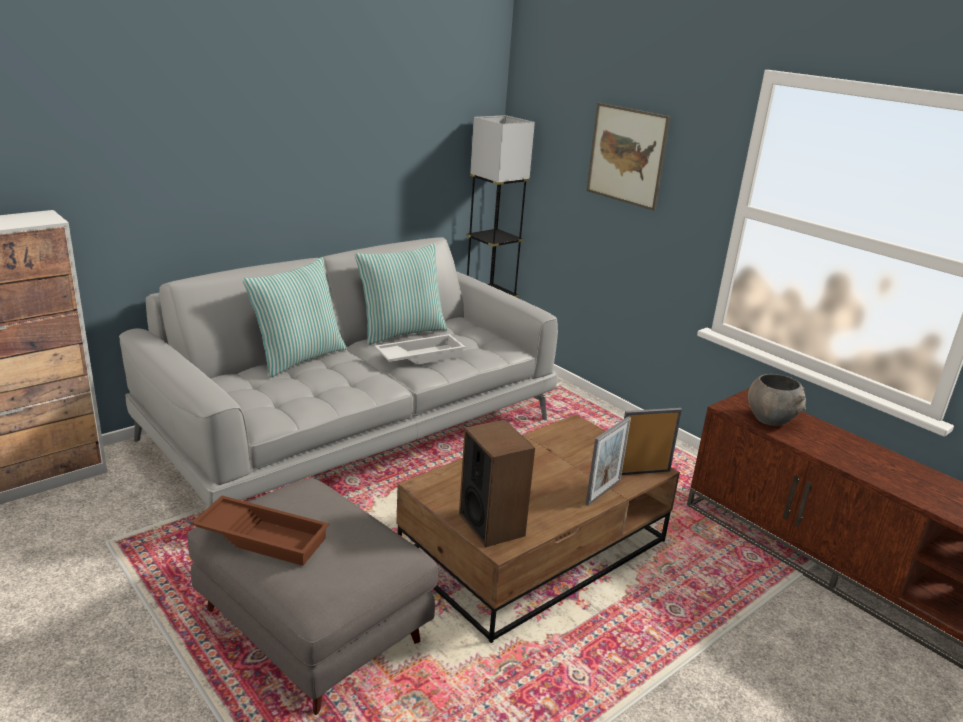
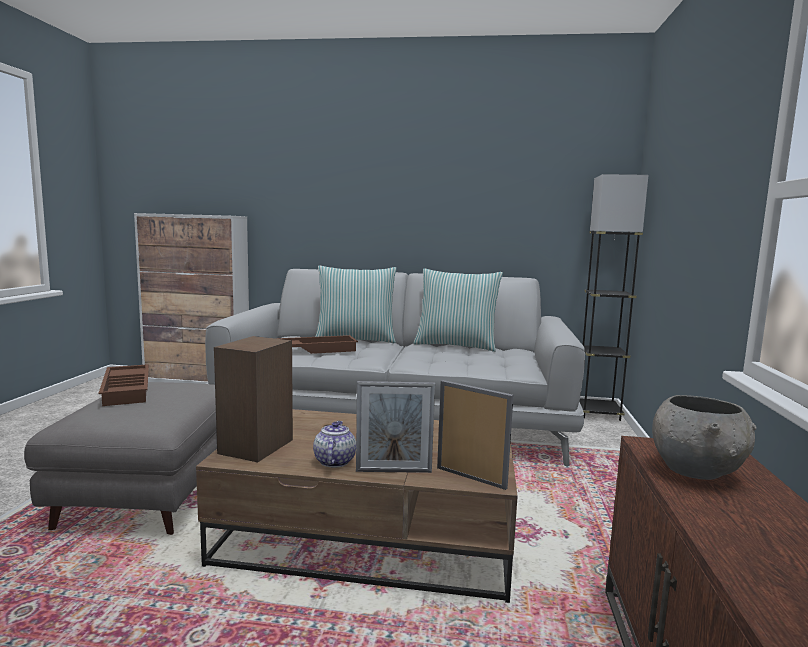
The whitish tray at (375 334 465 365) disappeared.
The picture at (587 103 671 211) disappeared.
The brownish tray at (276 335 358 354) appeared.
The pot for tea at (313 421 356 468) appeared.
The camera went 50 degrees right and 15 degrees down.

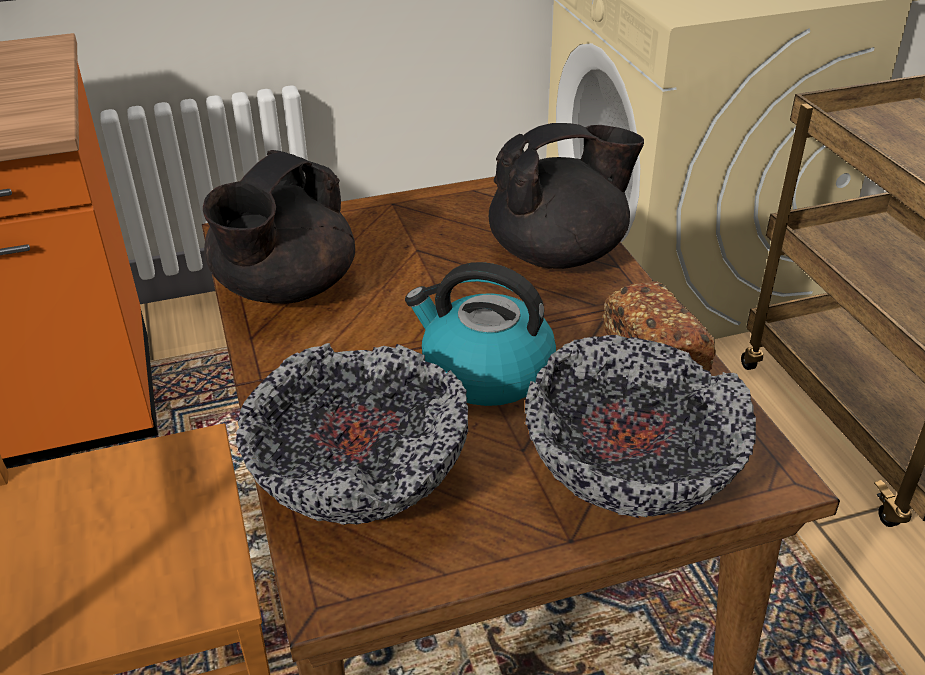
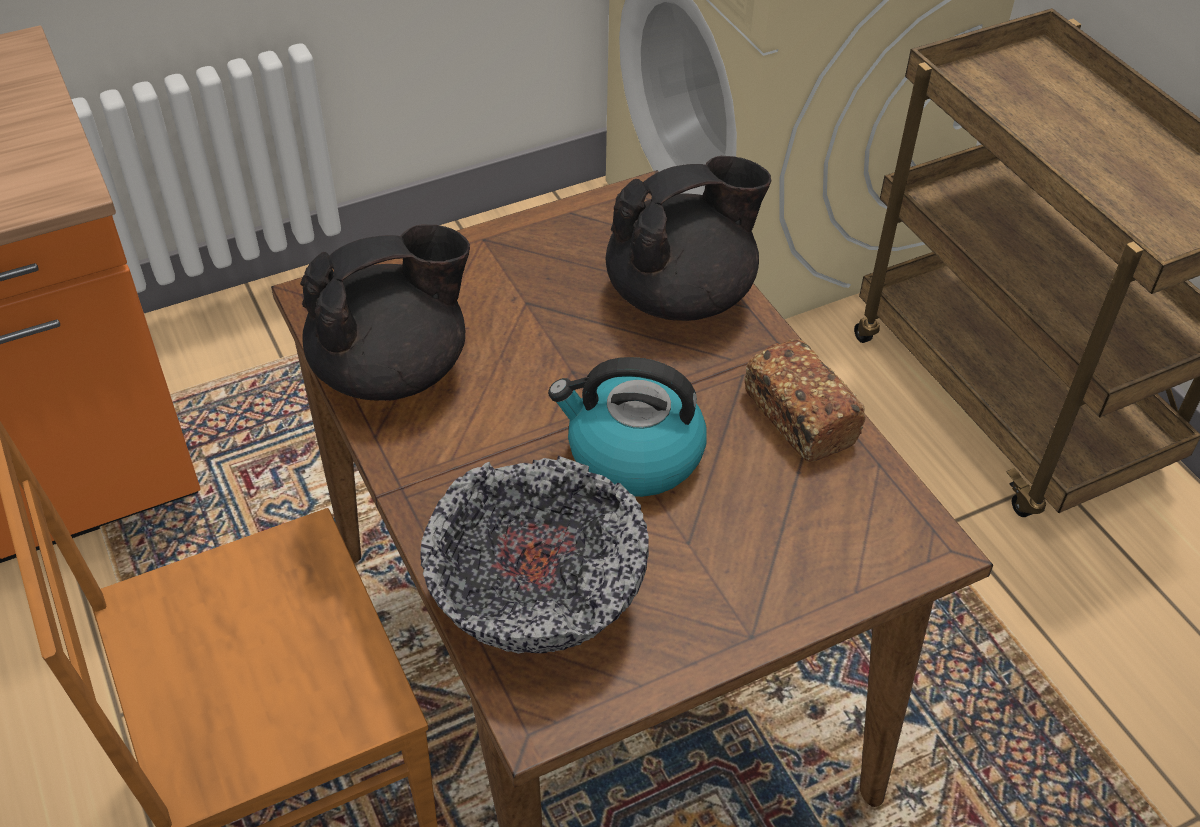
The blackish pot for tea at (203 150 355 304) turned 135 degrees counterclockwise.
The bowl at (525 335 756 518) disappeared.
The camera went 10 degrees left and 10 degrees up.

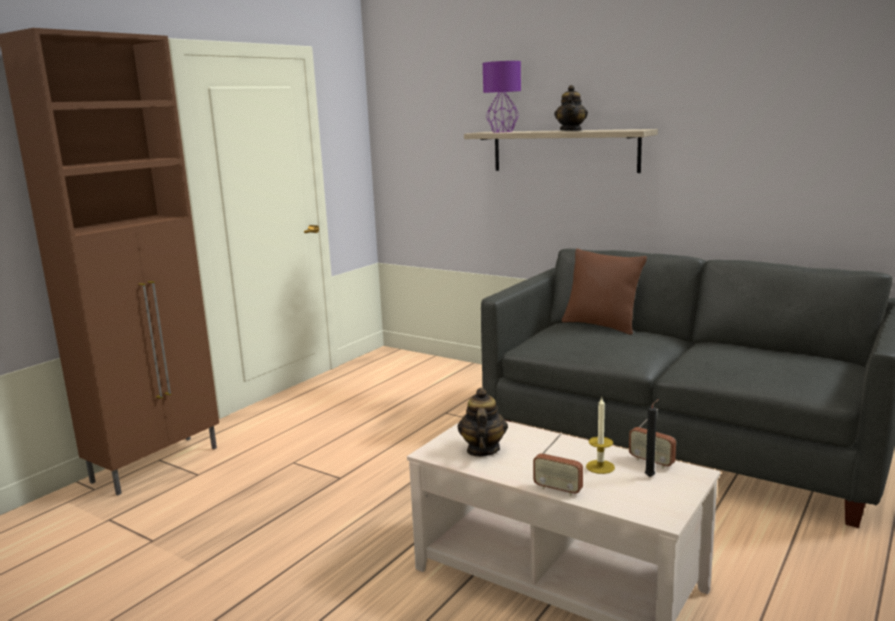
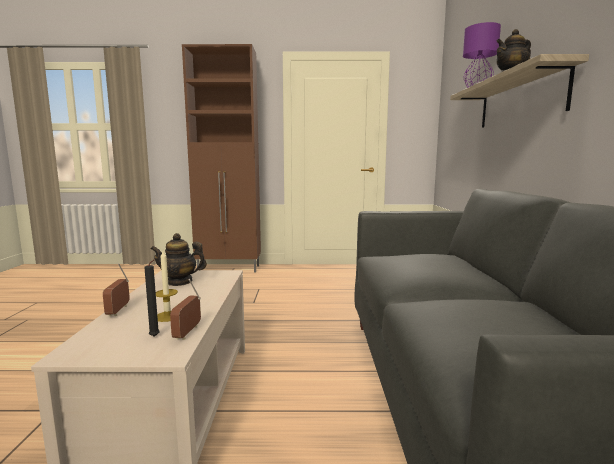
The pot for tea at (458 387 508 457) turned 150 degrees counterclockwise.
The brownish pillow at (562 249 647 335) disappeared.
The camera went 55 degrees right and 5 degrees down.

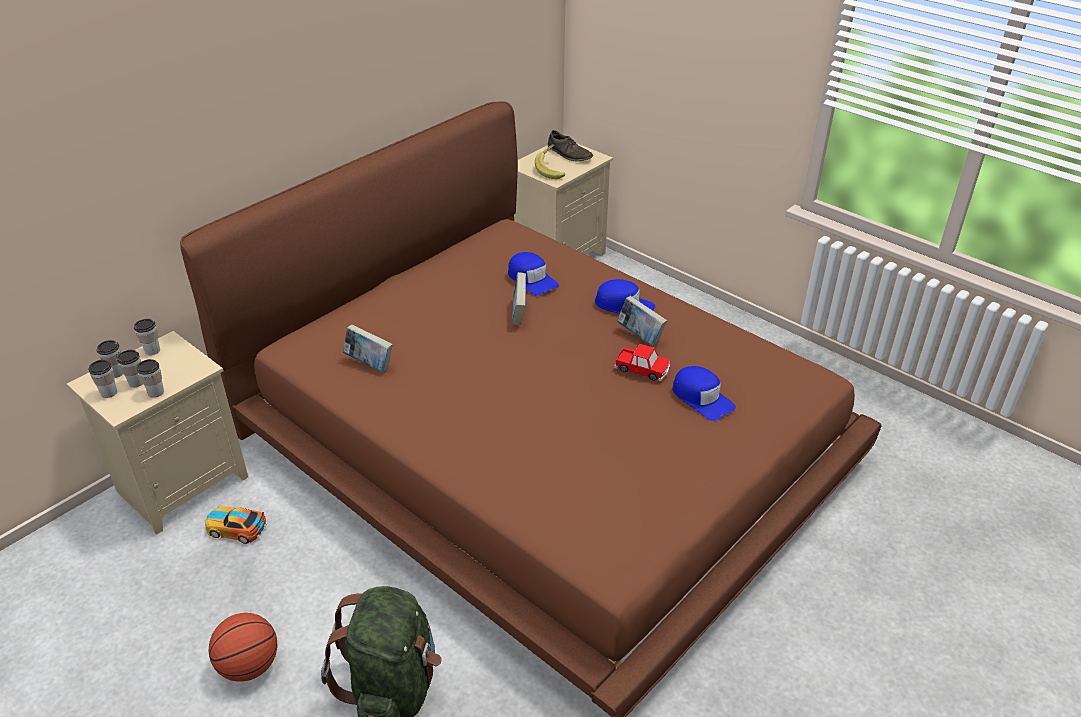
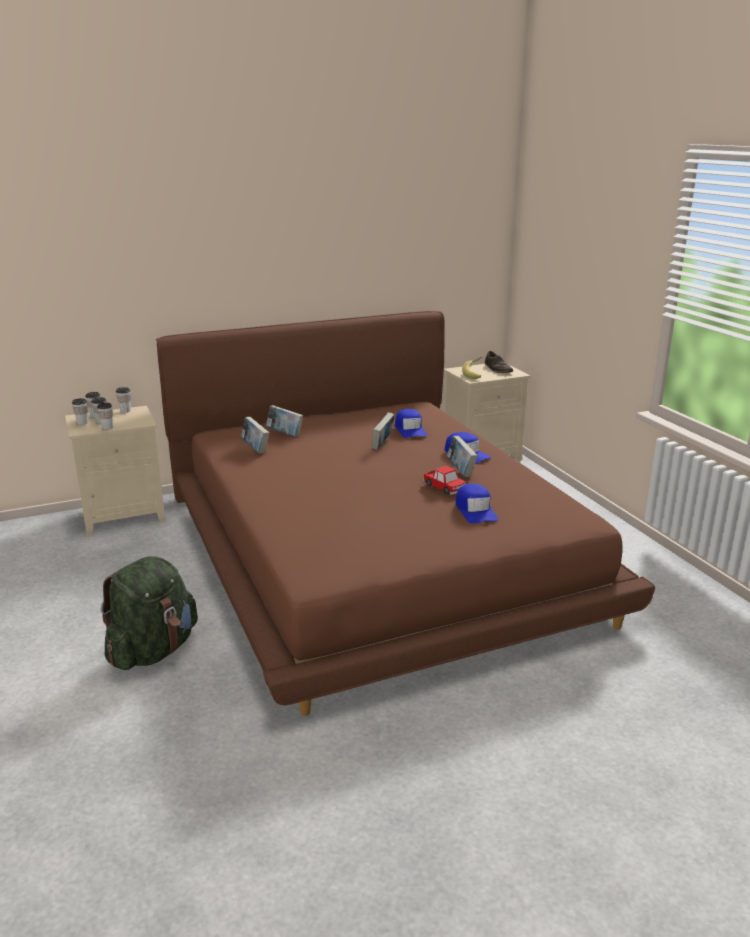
The model car at (205 507 267 544) disappeared.
The ball for basketball at (209 613 277 682) disappeared.
The book at (266 405 303 437) appeared.
The camera went 25 degrees right and 15 degrees down.

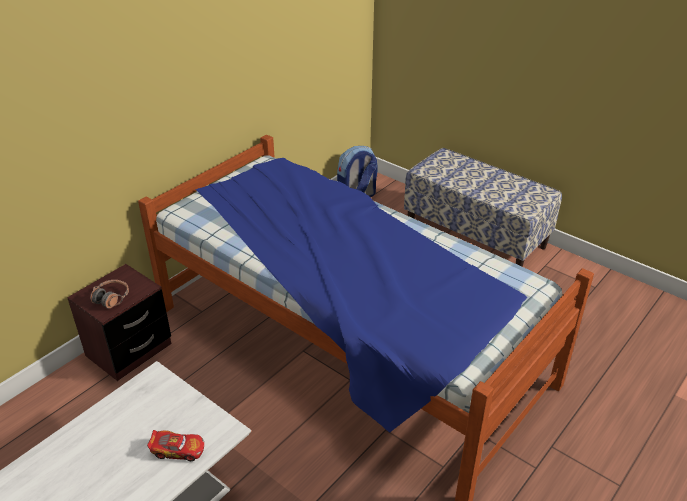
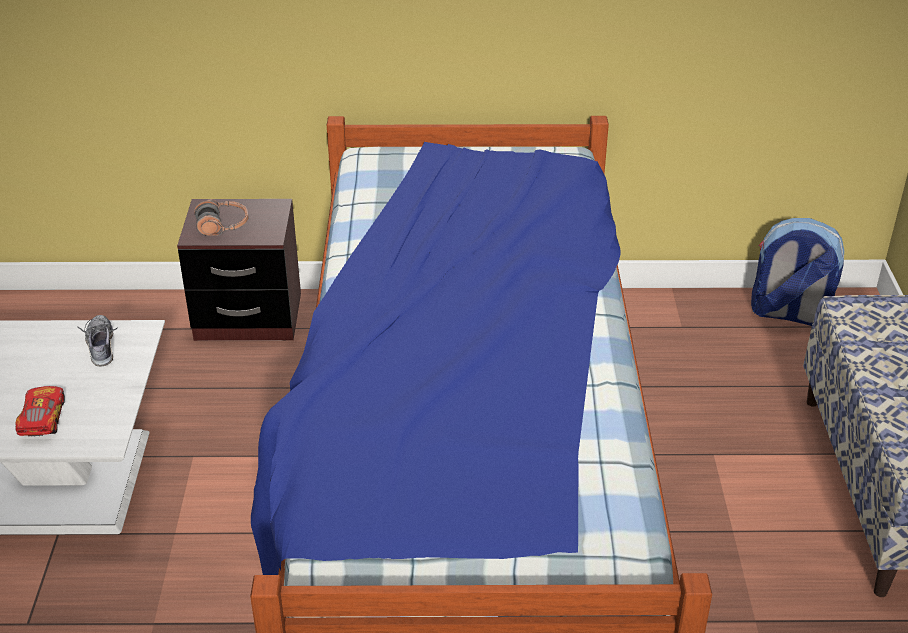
The model car at (147 430 204 461) turned 150 degrees counterclockwise.
The shoe at (78 315 118 366) appeared.
The camera went 50 degrees right and 0 degrees up.

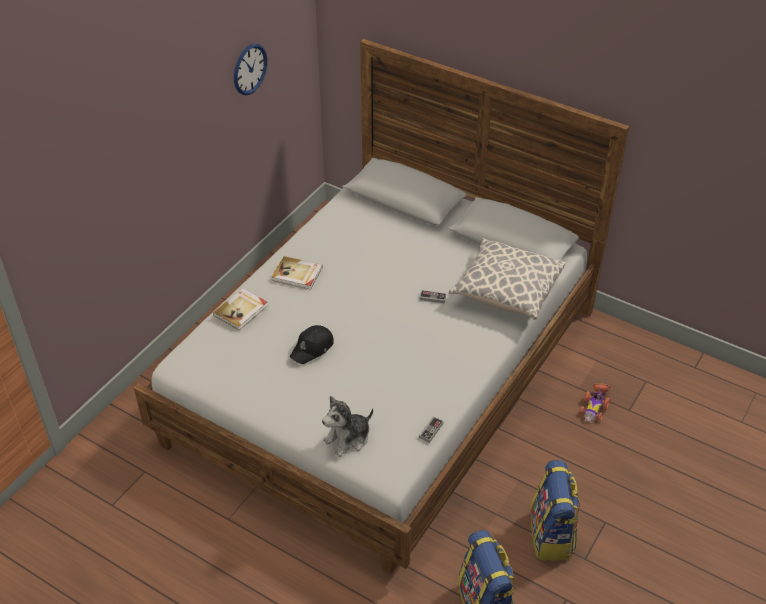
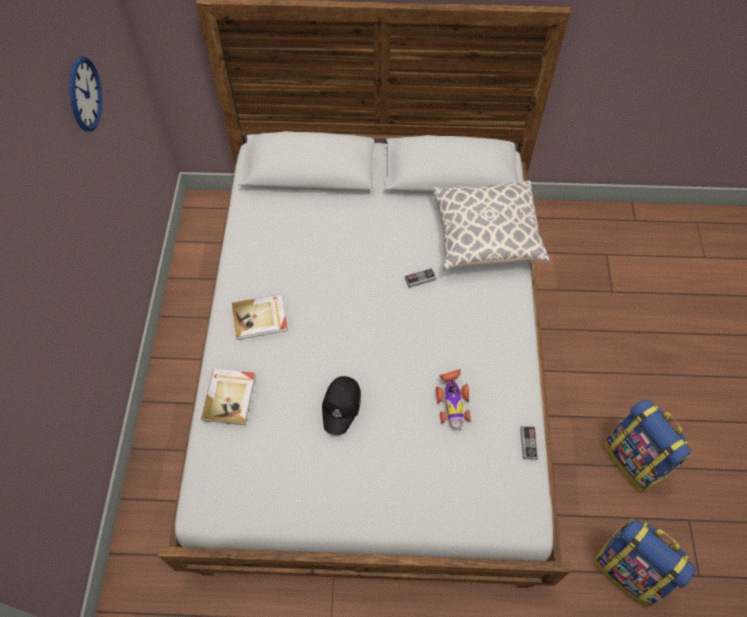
The plush toy at (322 396 373 457) disappeared.
The model car moved from (579 383 611 423) to (436 369 471 431).
The camera went 30 degrees left and 15 degrees up.

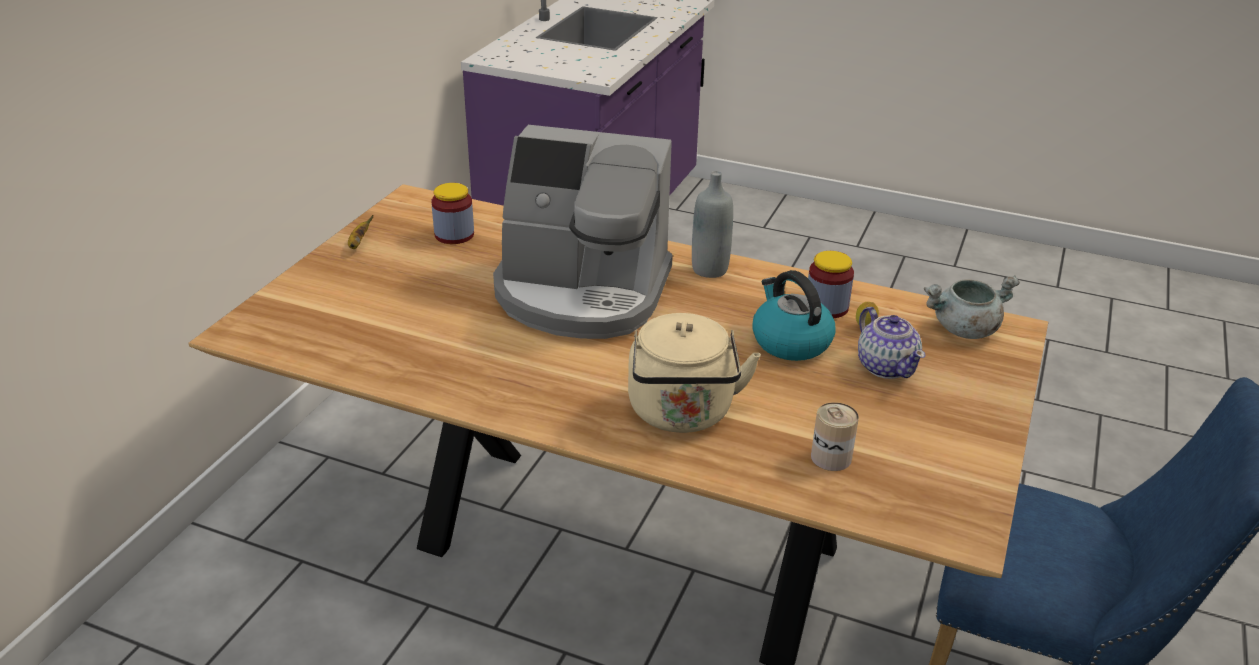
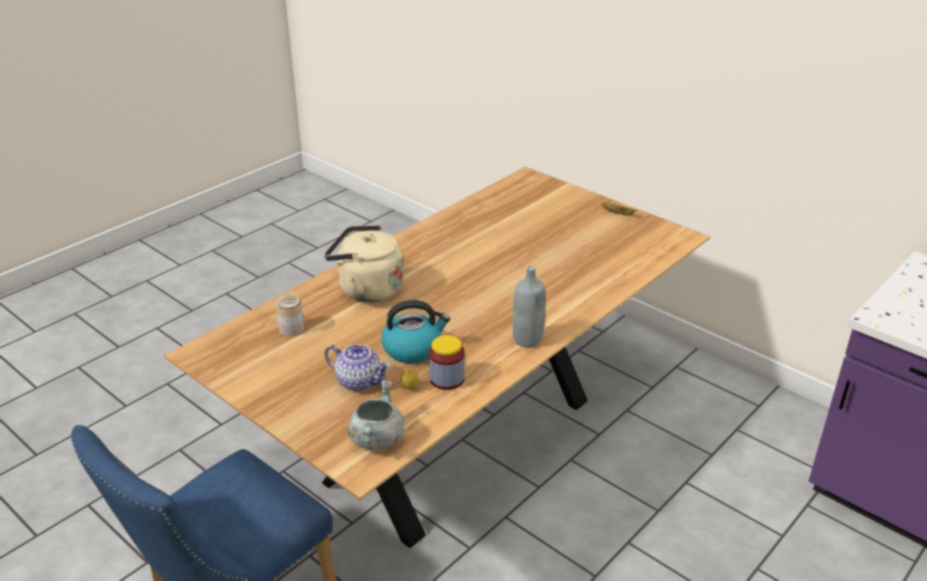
The preserve jar at (431 183 474 244) disappeared.
The coffee maker at (493 125 673 339) disappeared.
The pot for tea at (858 307 925 379) turned 150 degrees counterclockwise.
The camera went 110 degrees right and 0 degrees up.

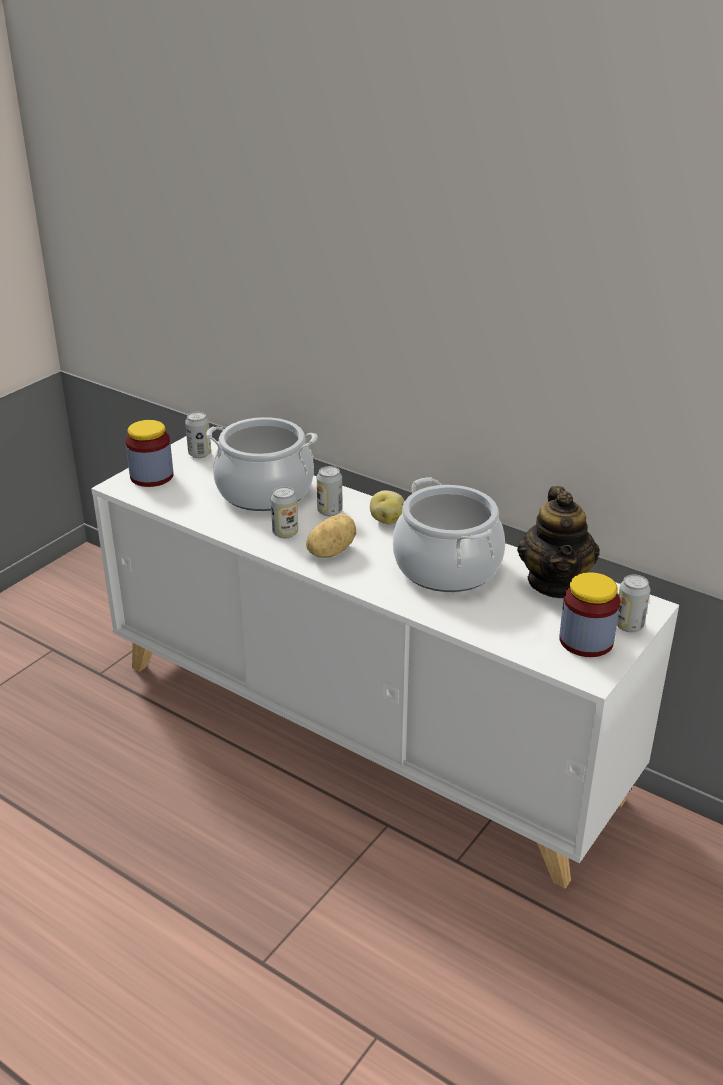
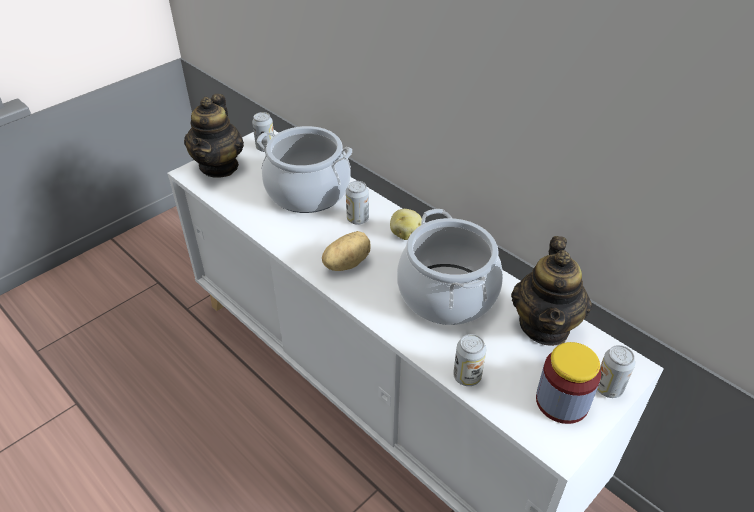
The preserve jar at (125 420 173 487) was replaced by the pot for tea at (184 94 244 178).
The sealed can moved from (271 487 298 538) to (453 334 486 386).
The camera went 10 degrees right and 10 degrees up.

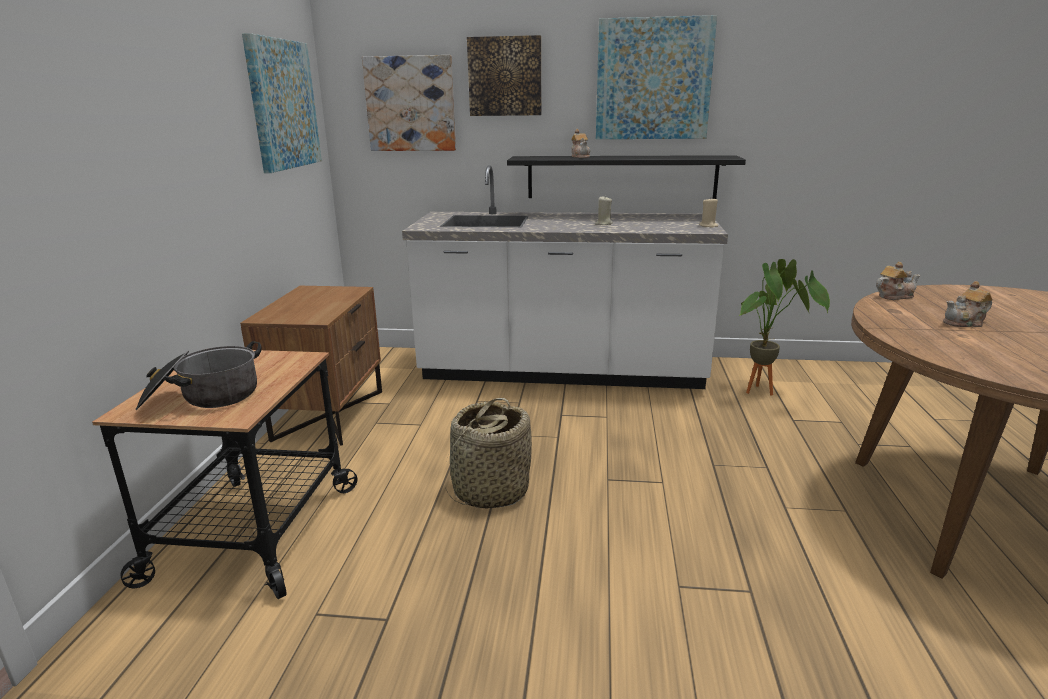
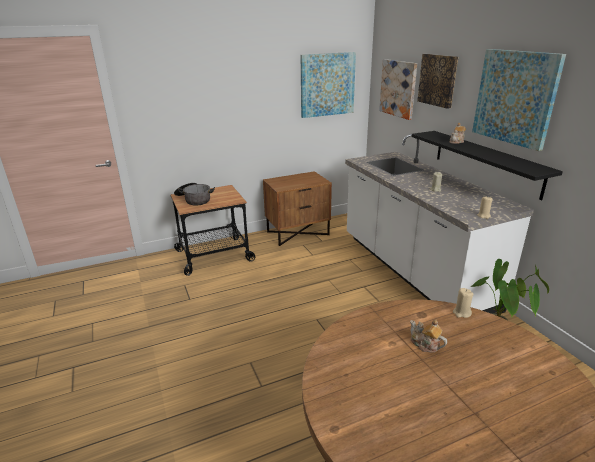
The basket at (444 398 532 509) disappeared.
The pot for tea at (876 262 920 300) was replaced by the beige wax light at (453 288 474 318).
The camera went 60 degrees right and 5 degrees up.

